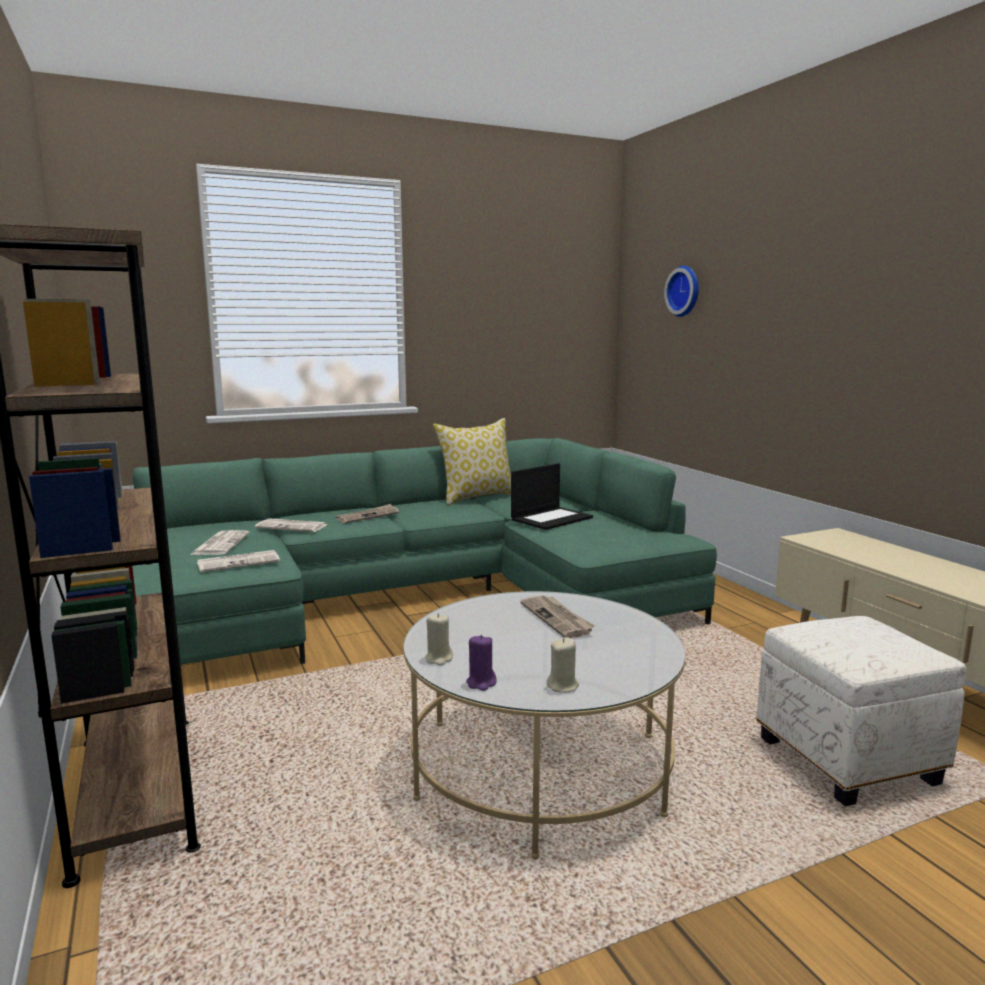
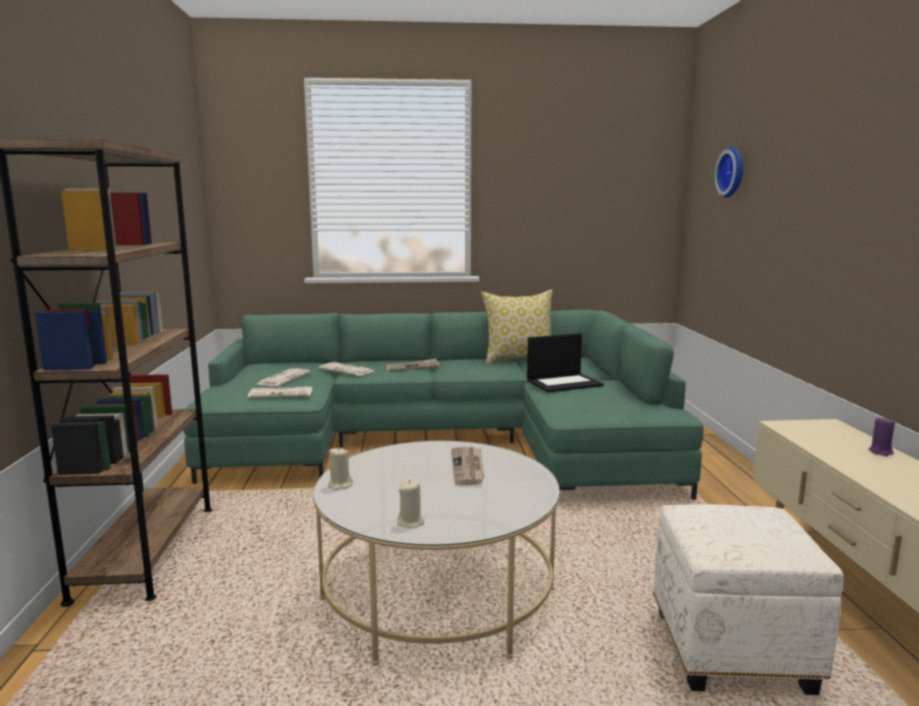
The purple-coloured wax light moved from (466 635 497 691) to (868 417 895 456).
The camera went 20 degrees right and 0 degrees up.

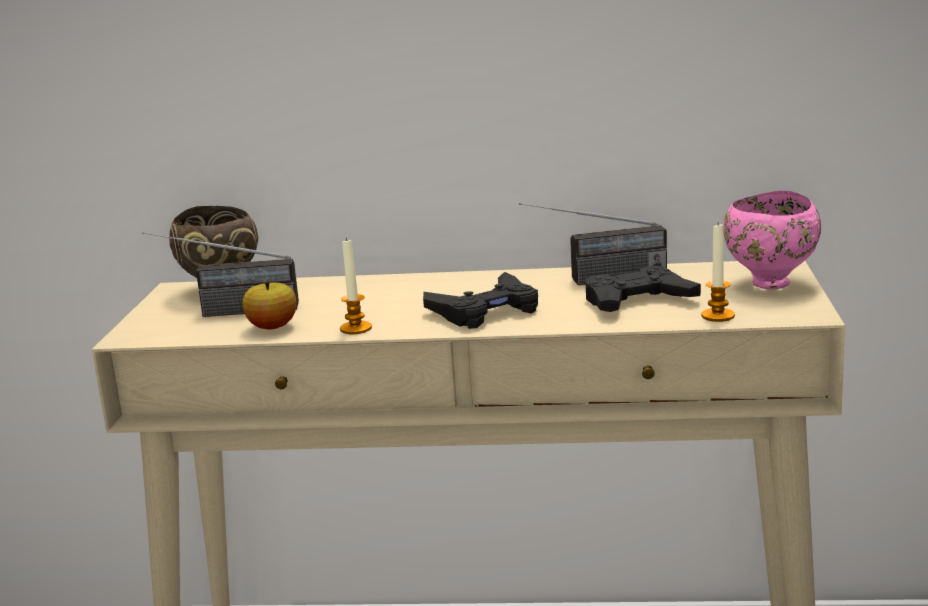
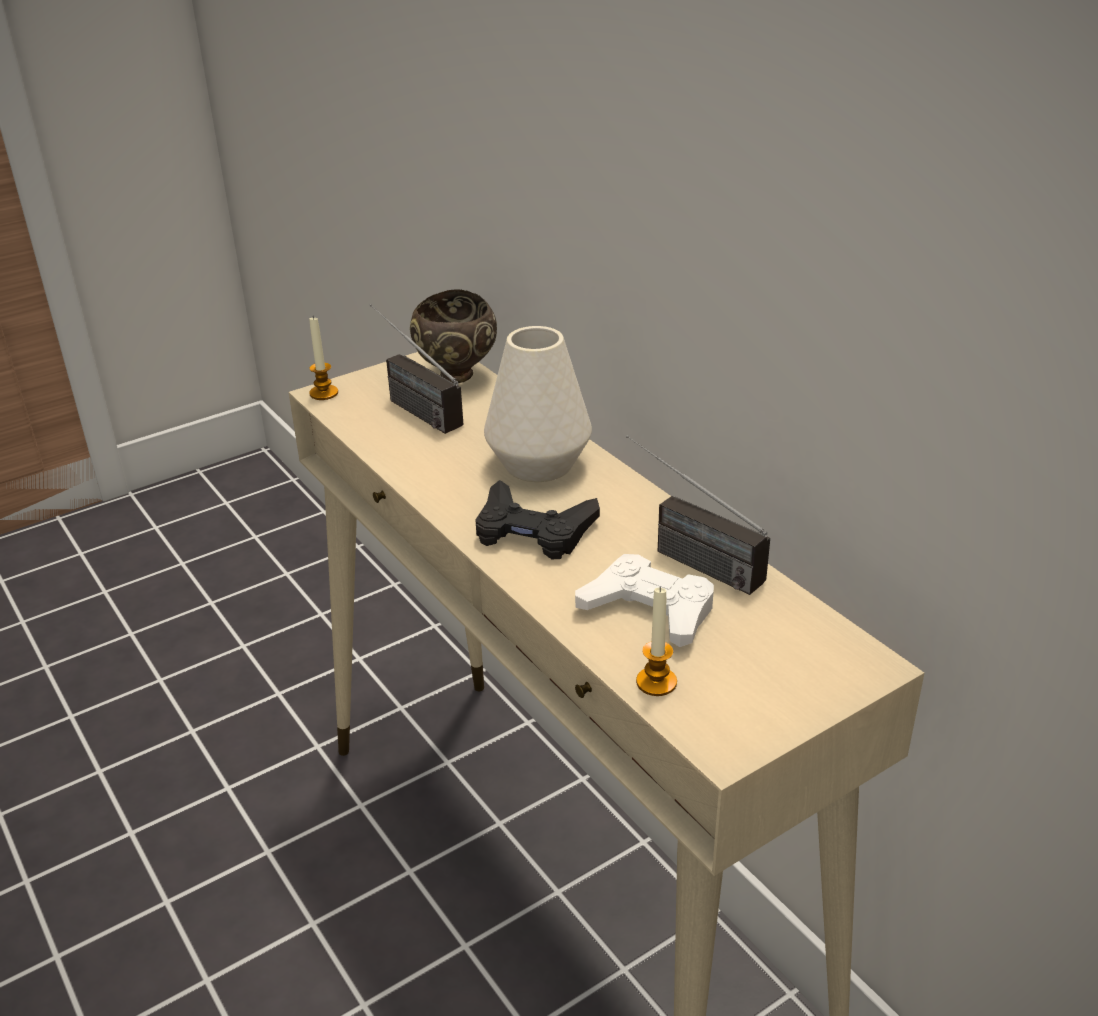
The whole apple at (242 281 297 329) disappeared.
The wax light moved from (340 237 372 334) to (309 317 338 400).
The blackish joypad at (586 266 701 312) became the whitish joypad at (575 554 714 647).
The pink-coloured bowl at (723 191 821 289) disappeared.
The whitish vase at (484 326 592 482) appeared.
The camera went 50 degrees right and 15 degrees up.

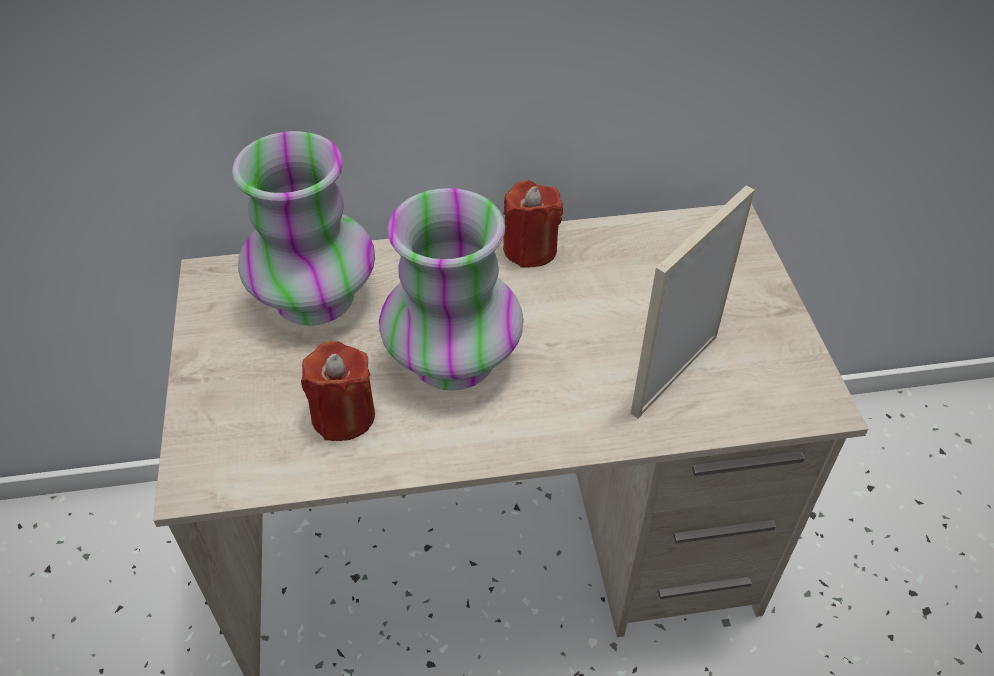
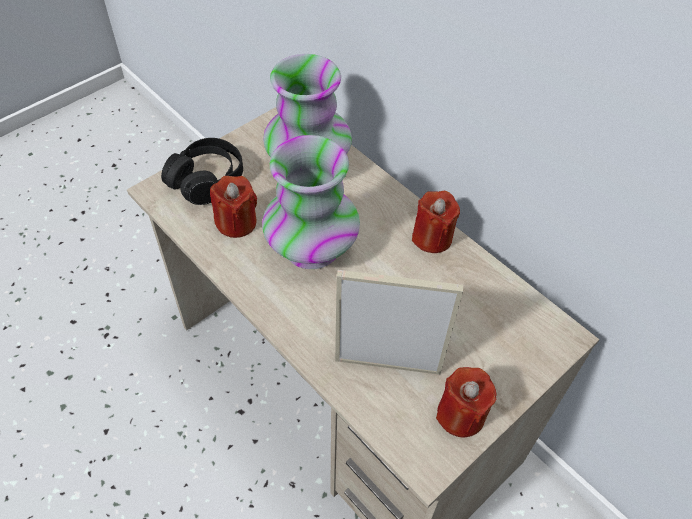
The blackish headset at (161 138 243 205) appeared.
The reddish wax light at (436 367 497 438) appeared.
The camera went 55 degrees right and 5 degrees up.

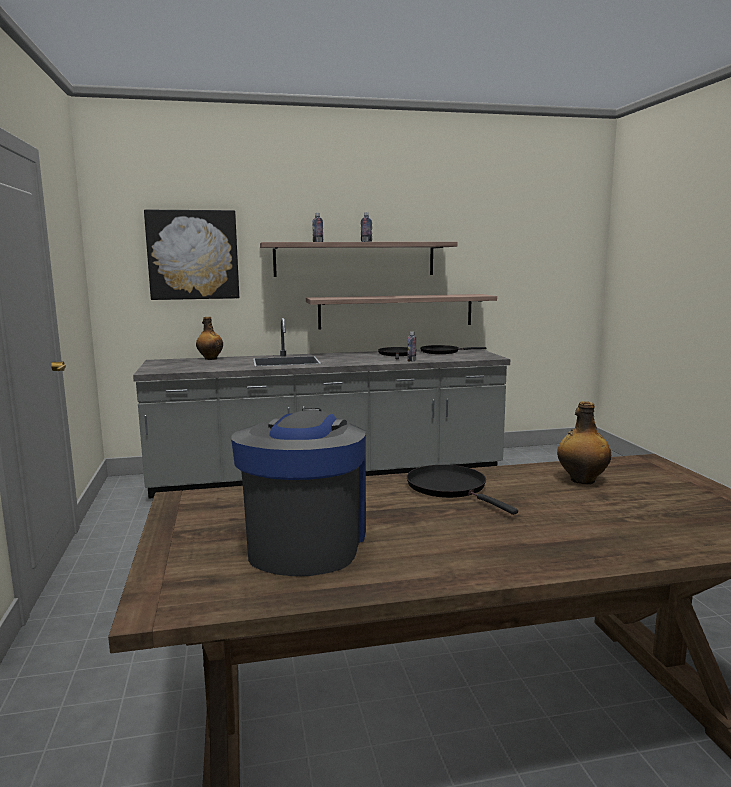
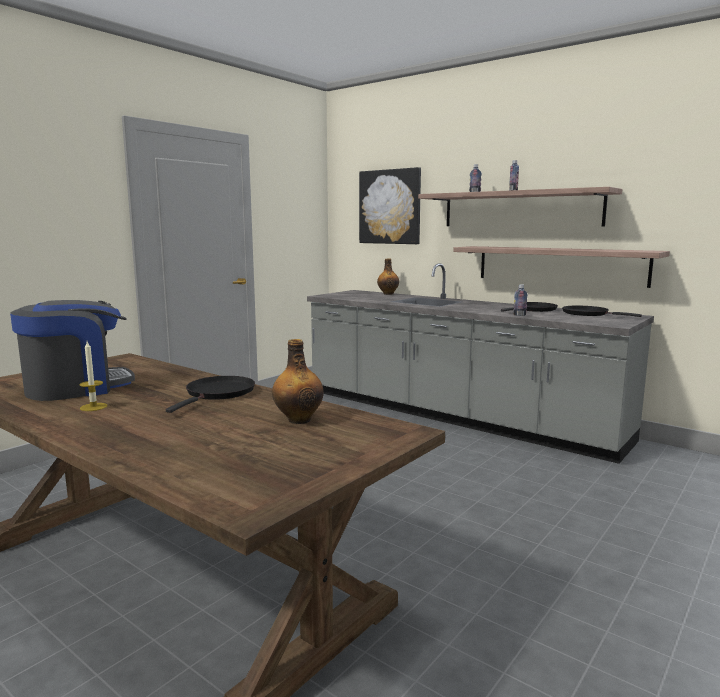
The wax light at (80 342 107 411) appeared.
The camera went 50 degrees right and 0 degrees up.

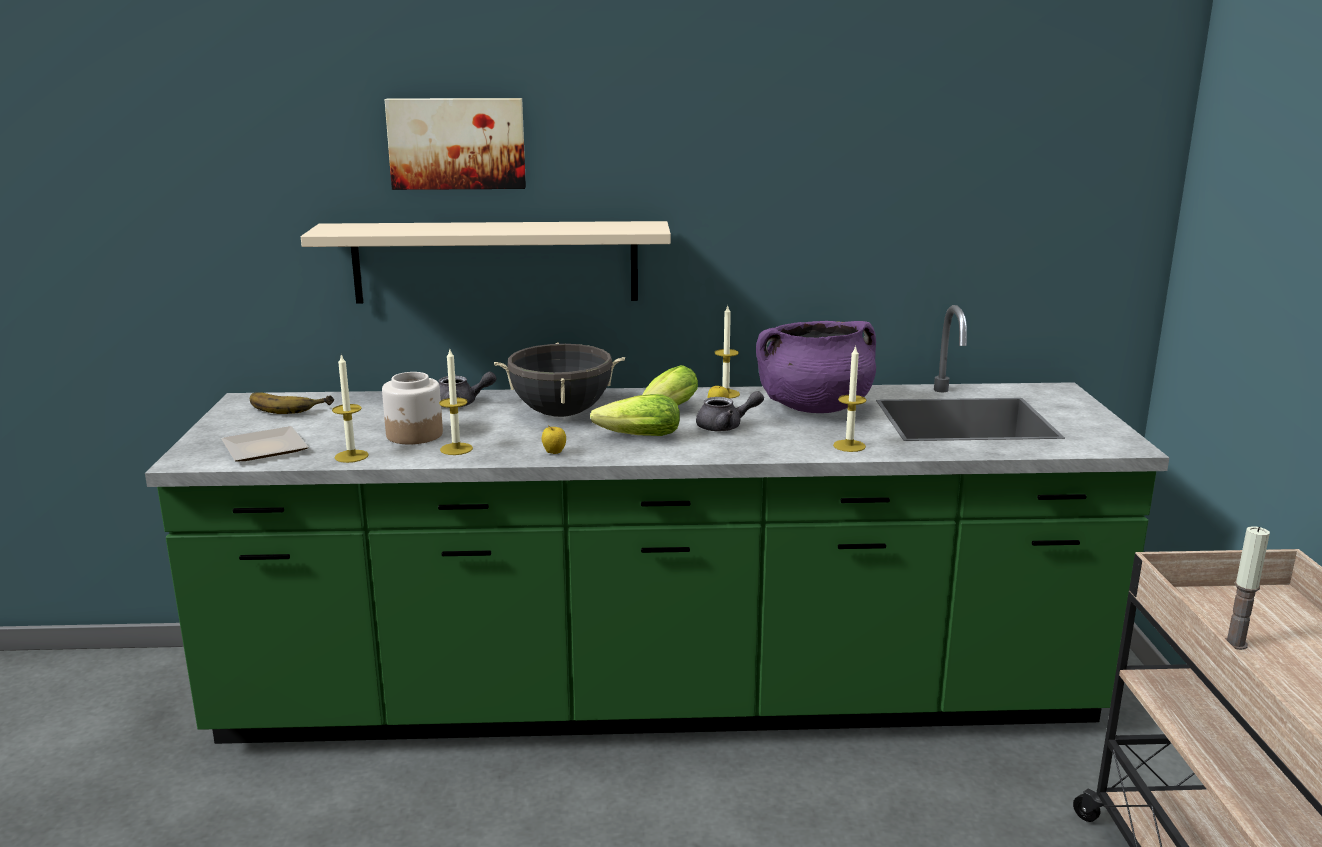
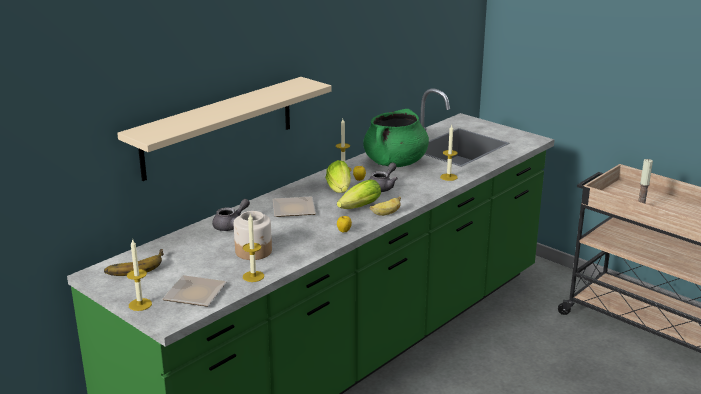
The picture at (385 98 526 190) disappeared.
The wax light moved from (439 349 473 455) to (127 238 152 311).
The blackish stockpot at (494 342 625 417) was replaced by the plate at (273 197 316 217).
The purple-coloured stockpot at (756 321 876 413) became the green stockpot at (363 109 429 167).
The banana at (370 197 401 216) appeared.
The camera went 45 degrees left and 5 degrees up.

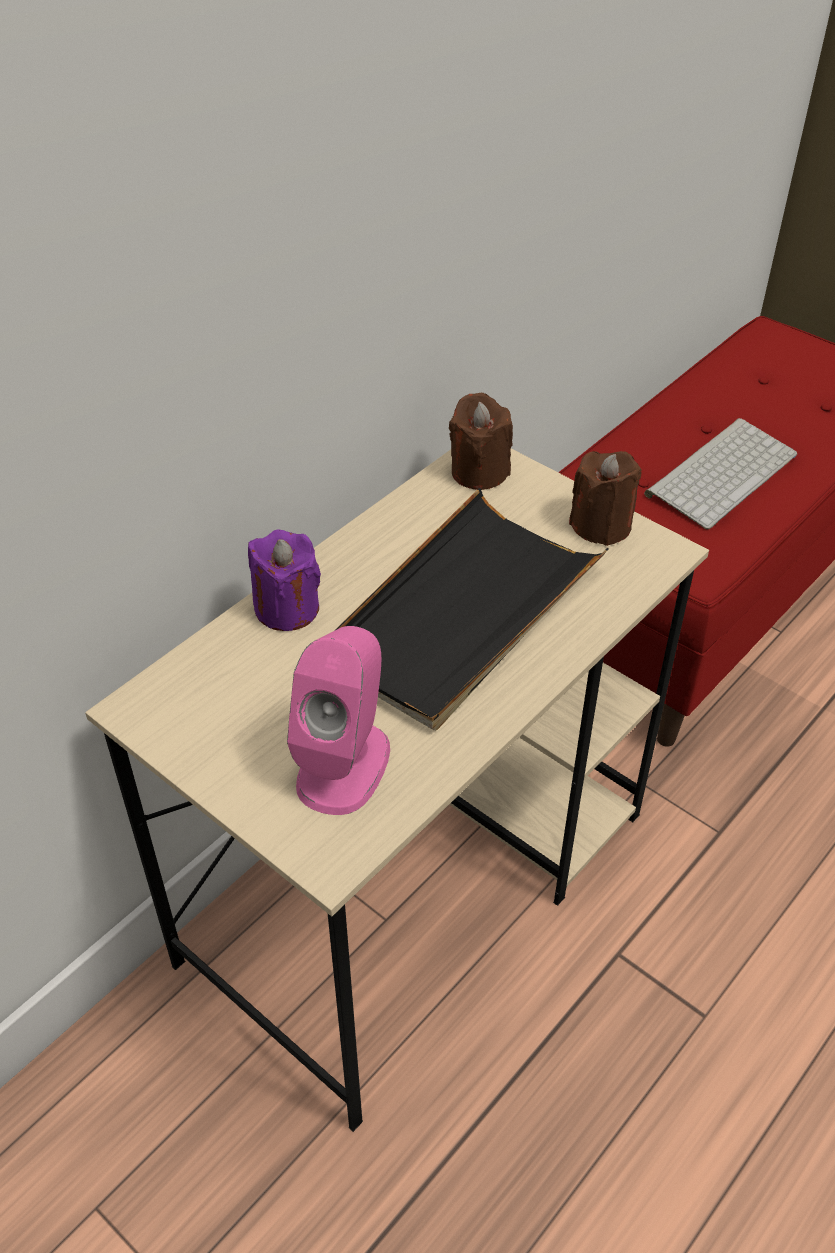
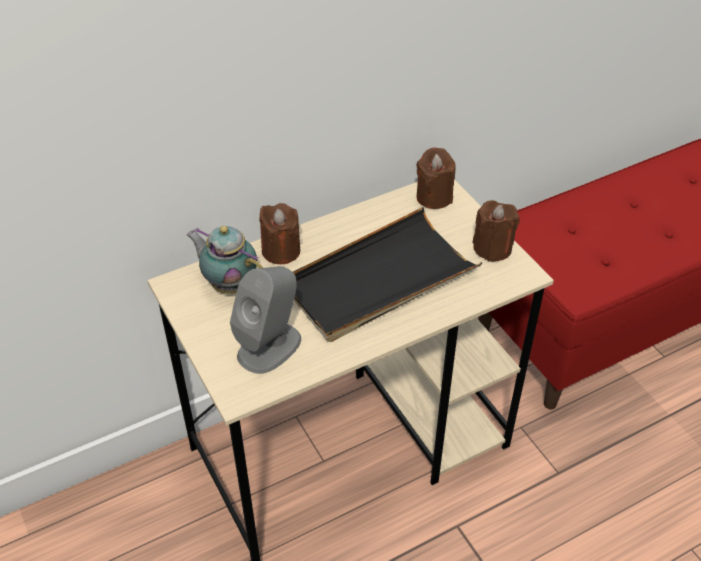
The purple-coloured wax light at (248 530 321 631) became the brownish wax light at (259 203 300 264).
The pink-coloured audio speaker at (287 626 390 815) became the greyish audio speaker at (230 266 301 374).
The PC keyboard at (644 418 797 529) disappeared.
The pot for tea at (187 226 263 294) appeared.
The camera went 20 degrees right and 0 degrees up.

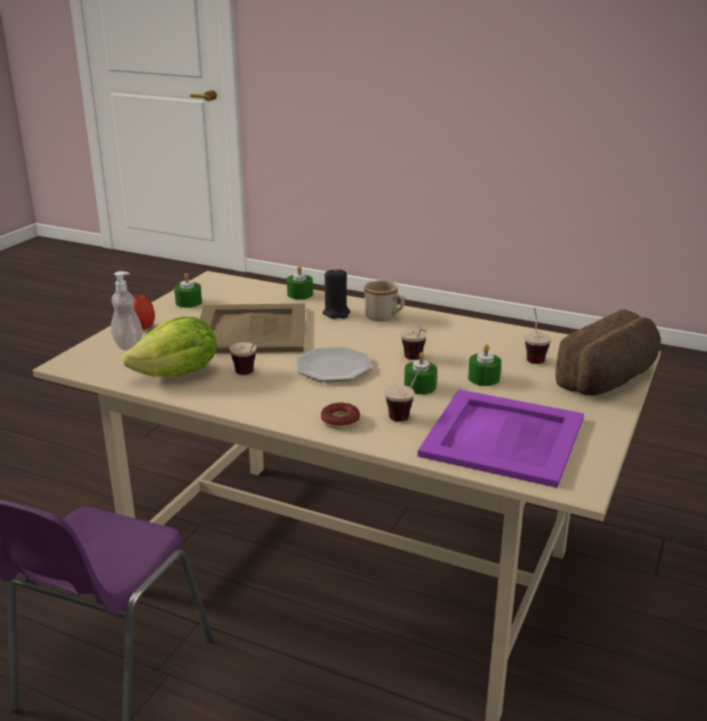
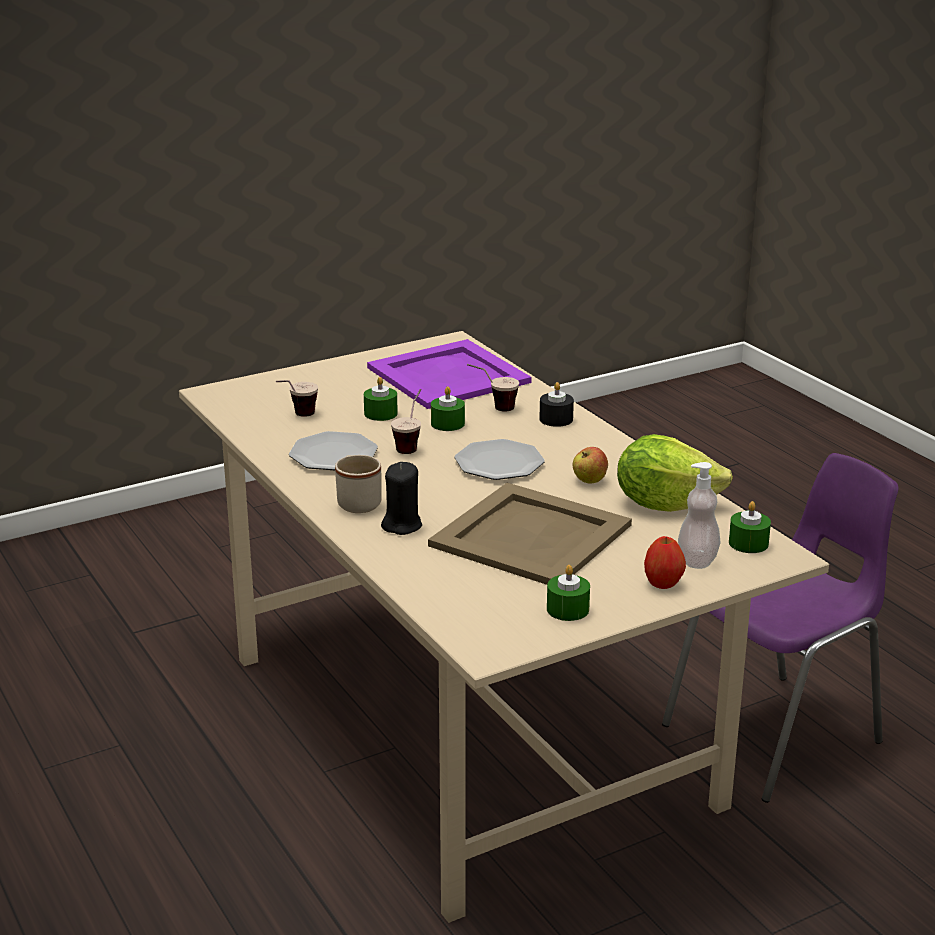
The drinking cup at (229 341 265 375) was replaced by the whole apple at (573 447 608 484).
The green wax light moved from (287 266 313 300) to (729 501 771 553).
The doughnut at (321 403 360 429) was replaced by the blackish wax light at (539 382 574 427).
The bread at (556 310 661 396) disappeared.
The plate at (289 431 378 470) appeared.
The camera went 145 degrees left and 0 degrees up.

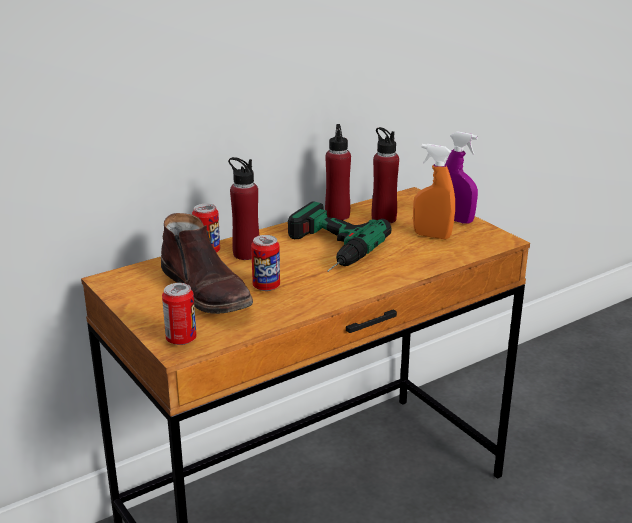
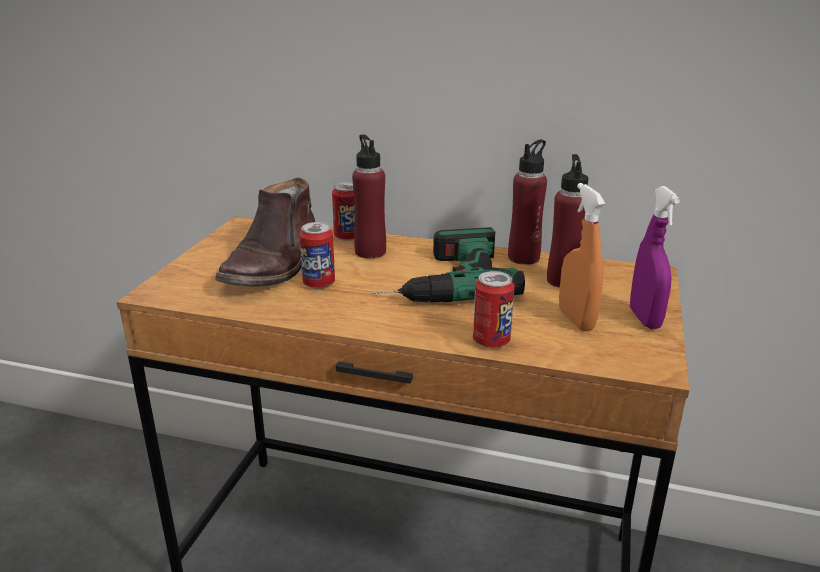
The sealed can moved from (162 283 196 345) to (473 271 515 348).
The camera went 50 degrees right and 0 degrees up.

